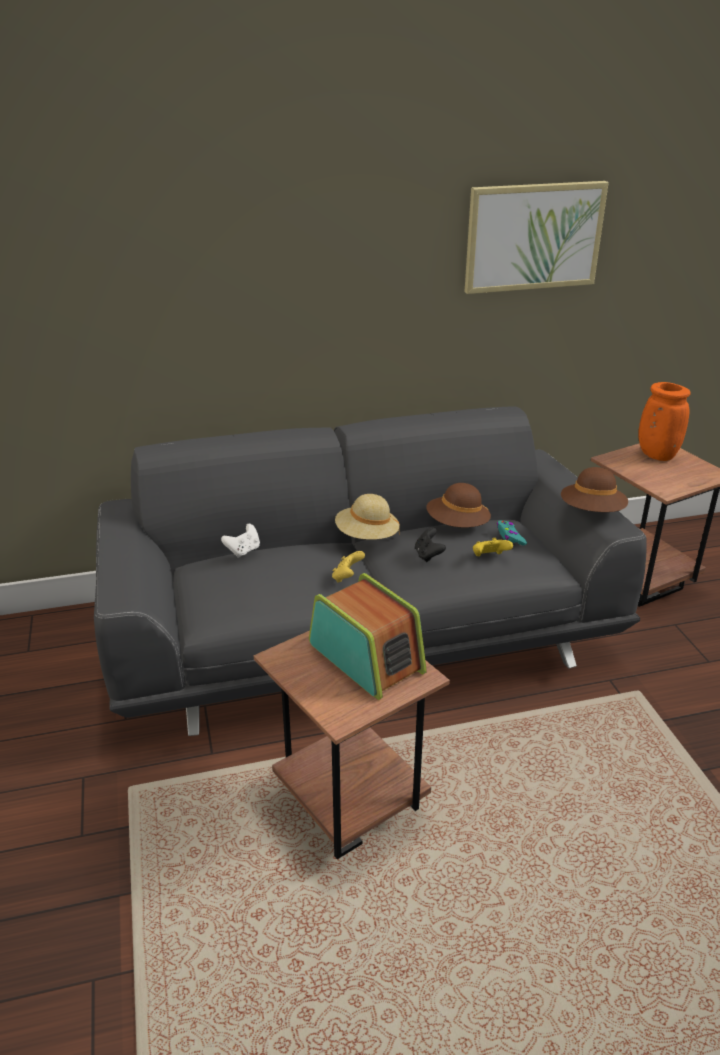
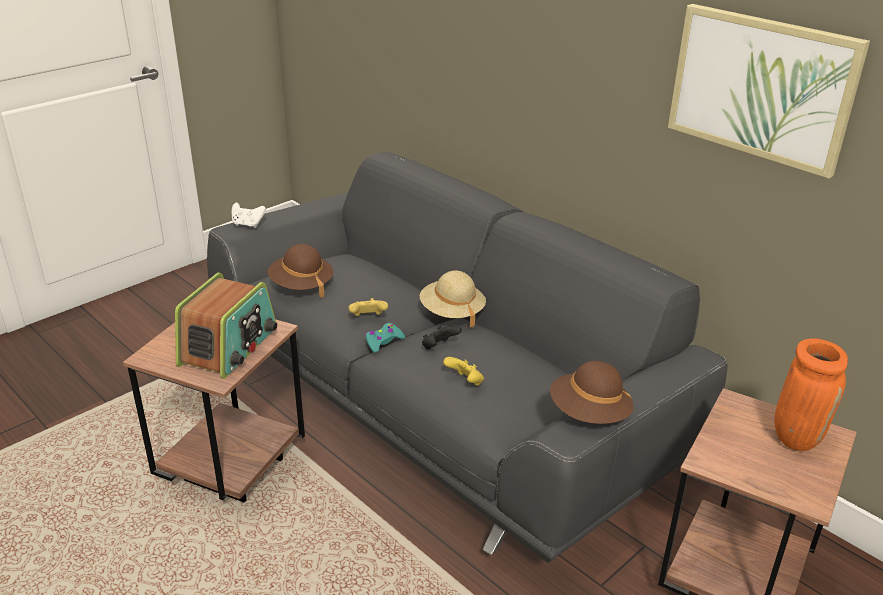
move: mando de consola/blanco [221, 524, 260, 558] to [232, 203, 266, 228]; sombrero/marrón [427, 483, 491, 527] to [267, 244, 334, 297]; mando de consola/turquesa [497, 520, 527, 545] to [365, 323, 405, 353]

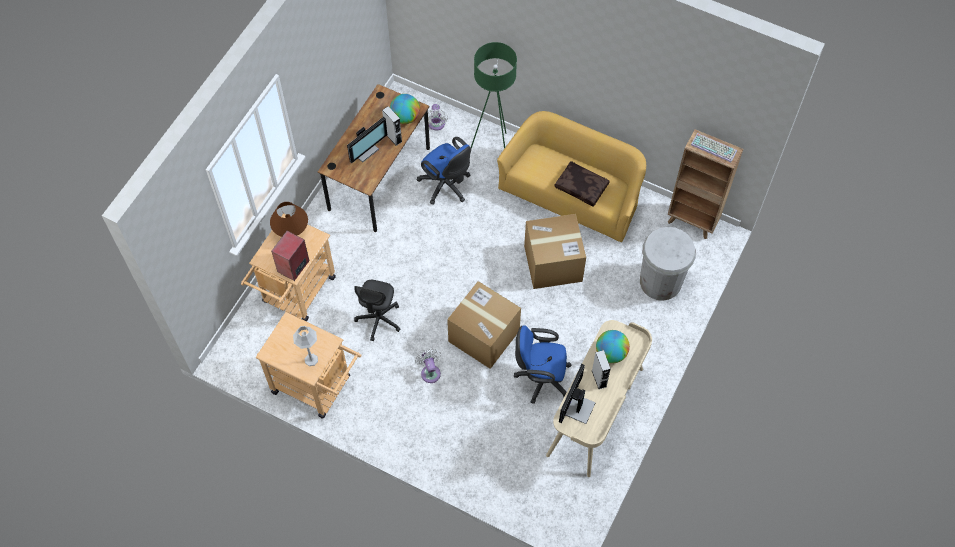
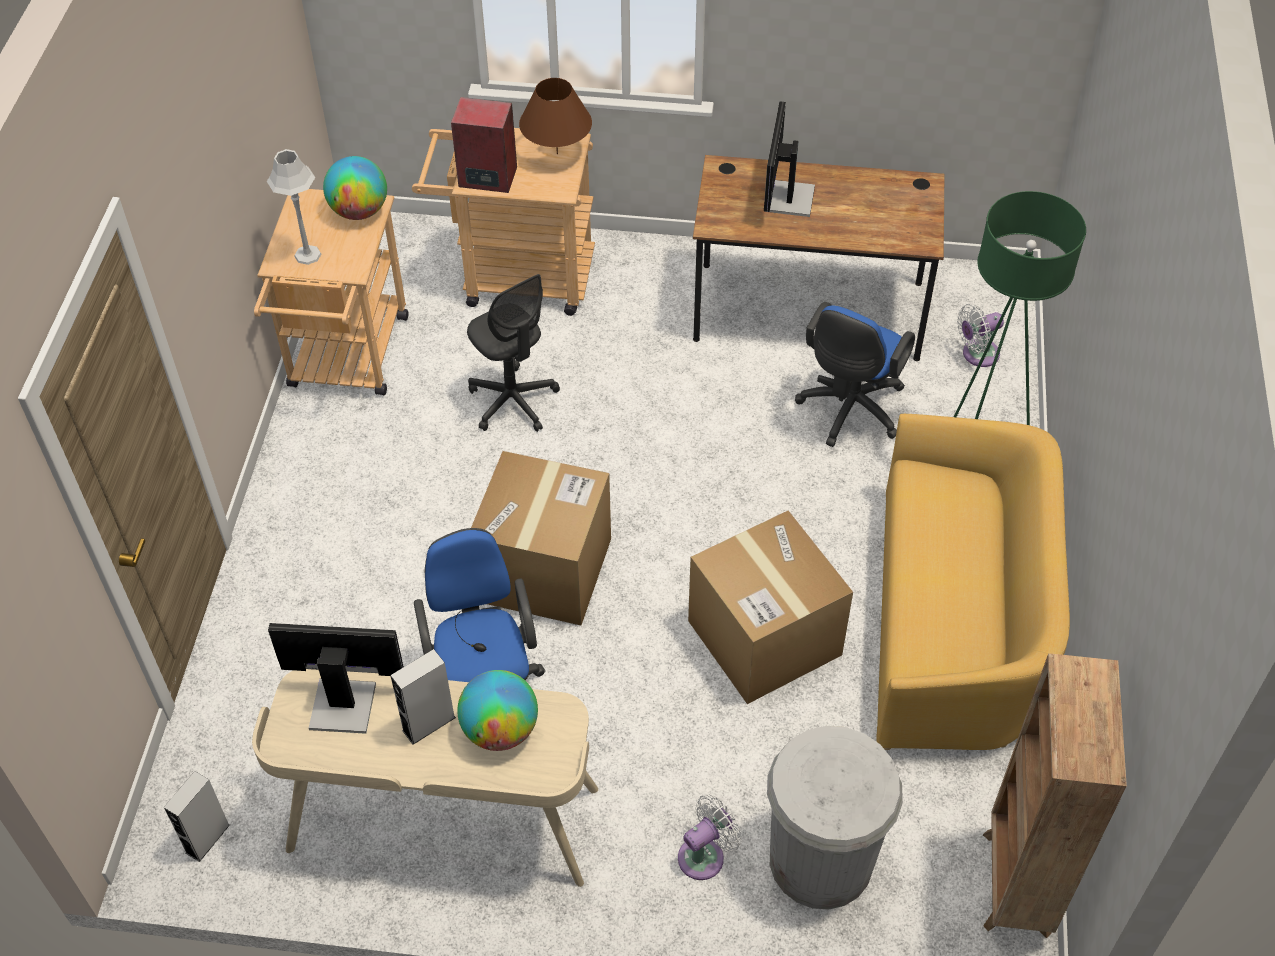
delete: cojín/marrón [555, 161, 610, 207]; teclado [691, 133, 737, 162]
move: altavoz/gris [382, 106, 402, 146] to [164, 771, 230, 862]; globo terráqueo [390, 94, 420, 124] to [323, 156, 387, 220]; ventilador/blanco [415, 349, 441, 383] to [678, 794, 742, 880]
rotate: silla de oficina/gris [354, 280, 400, 341] = [467, 274, 560, 432] 120 degrees counterclockwise; monitor [347, 117, 387, 163] = [764, 101, 815, 217] 75 degrees clockwise

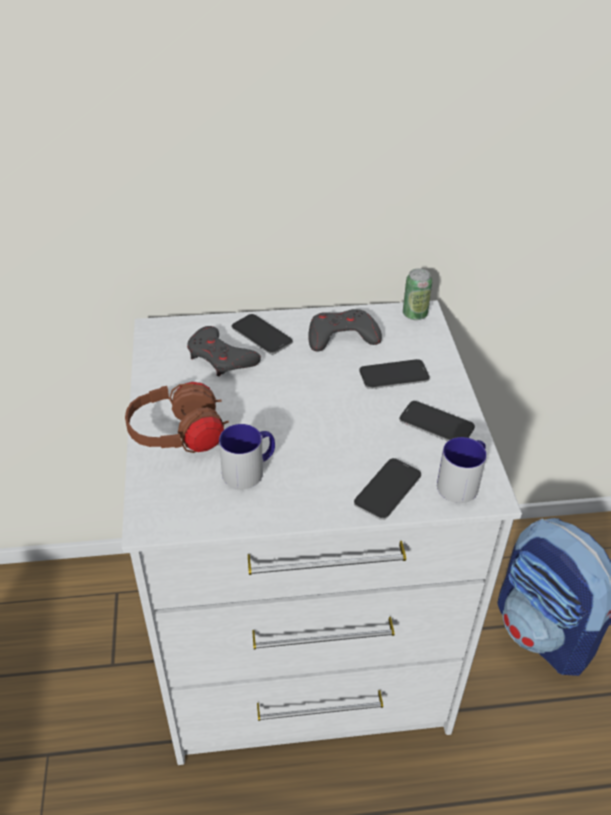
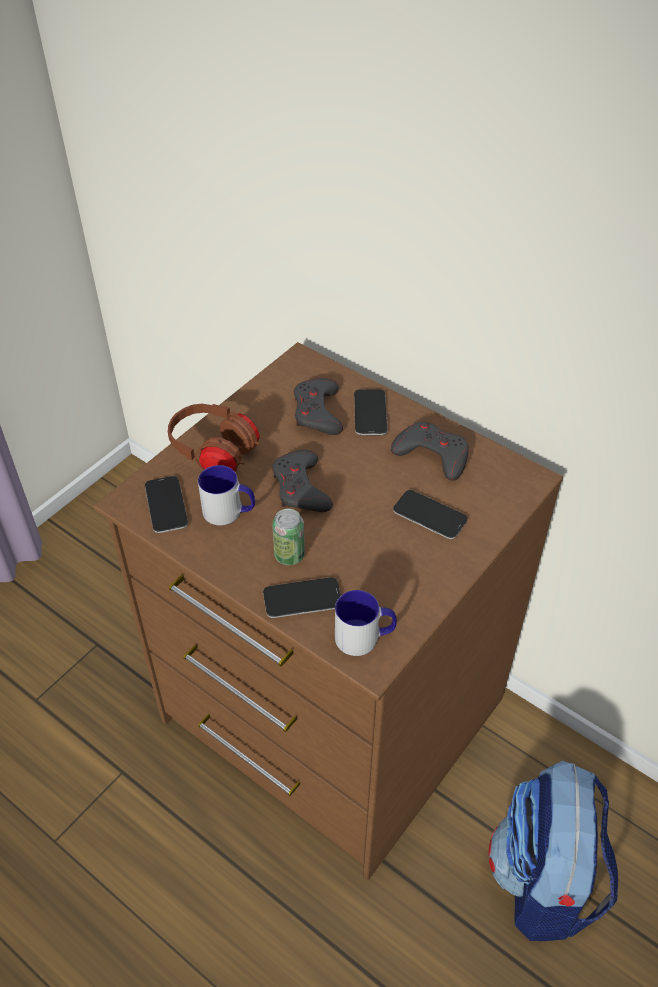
insert: mando de consola/gris [272, 450, 333, 512]
move: móvil [399, 401, 475, 441] to [145, 476, 188, 533]; lata [403, 268, 432, 320] to [272, 509, 305, 565]
recolor: cómoda/blanco [121, 300, 522, 765] to cómoda/marrón [94, 342, 563, 880]

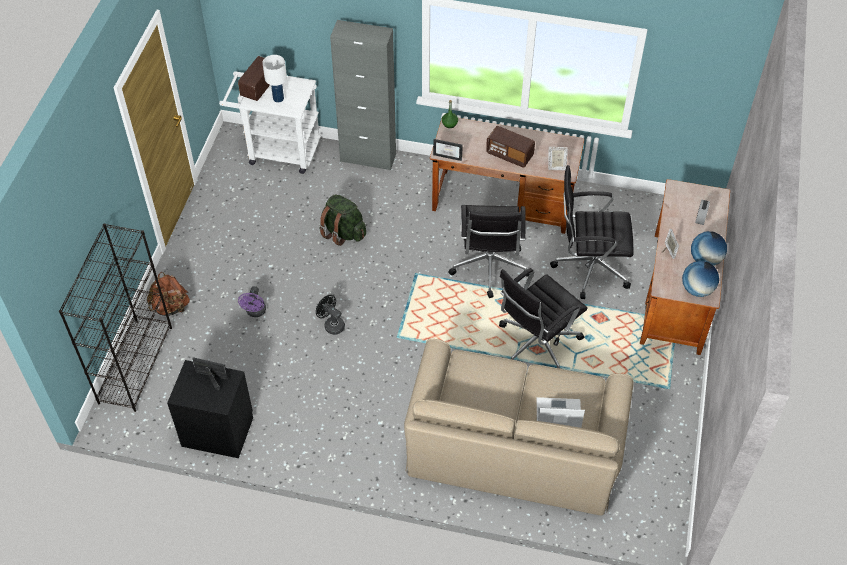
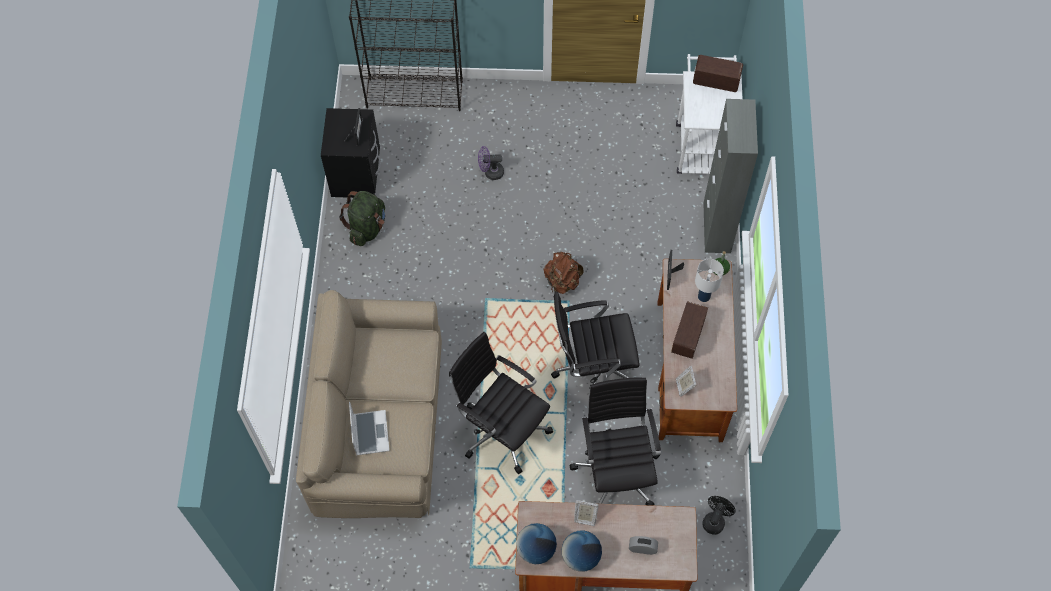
move: mochila/verde [319, 194, 366, 246] to [339, 191, 385, 246]; mochila/marrón [147, 272, 190, 316] to [543, 252, 583, 294]; lámpara de mesa/blanco [262, 55, 287, 103] to [695, 259, 724, 302]; ventilador/negro [316, 295, 345, 335] to [702, 496, 736, 535]

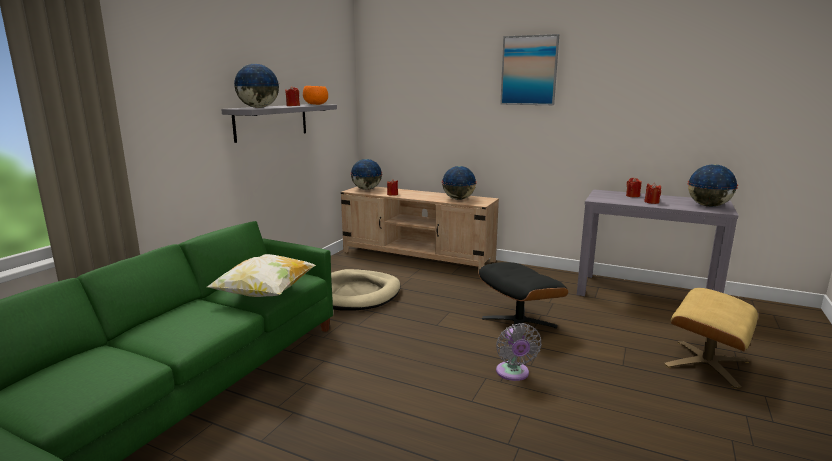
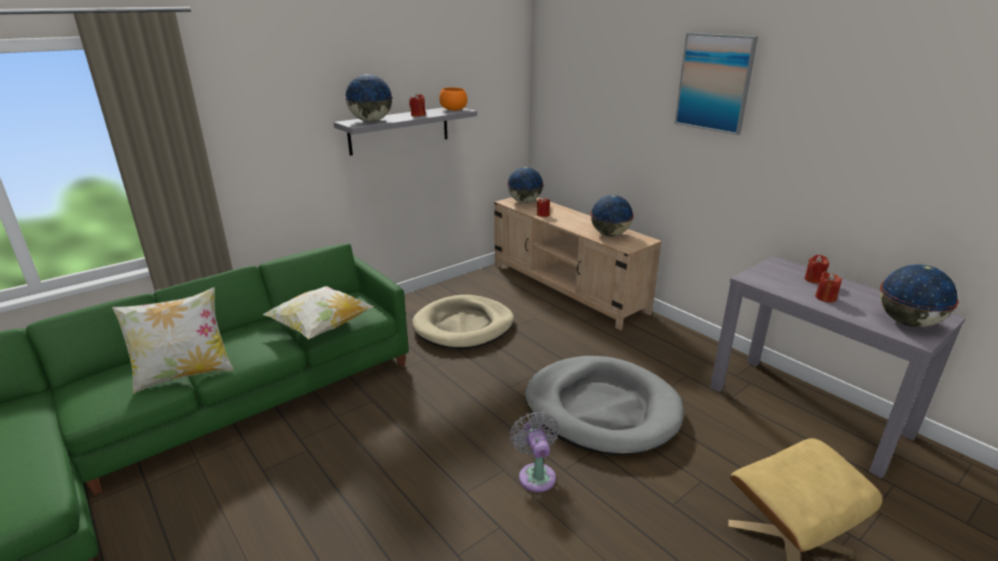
insert: cojín [112, 287, 233, 393]
replace: puf/negro [479, 262, 568, 329] to cama para perro/gris [525, 356, 684, 455]
rotate: ventilador/gris [496, 323, 542, 381] = [510, 411, 559, 492] 150 degrees clockwise

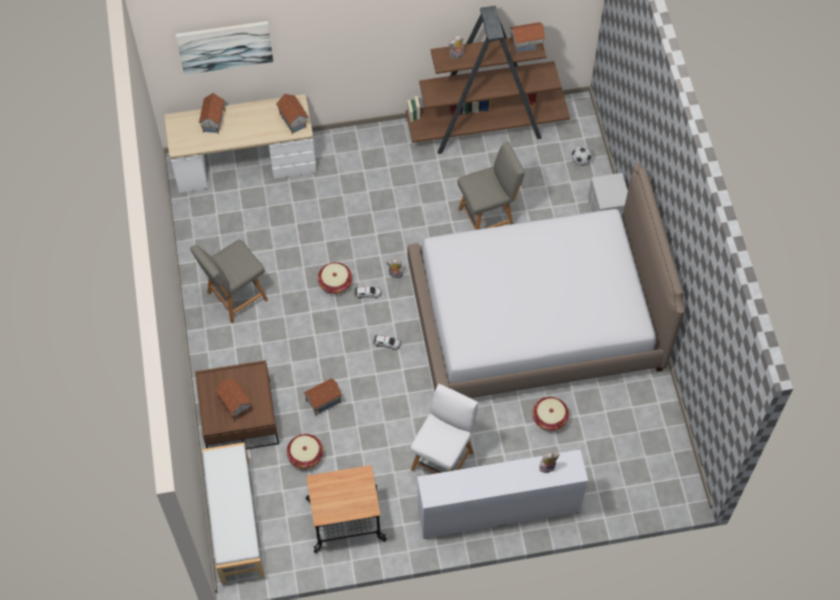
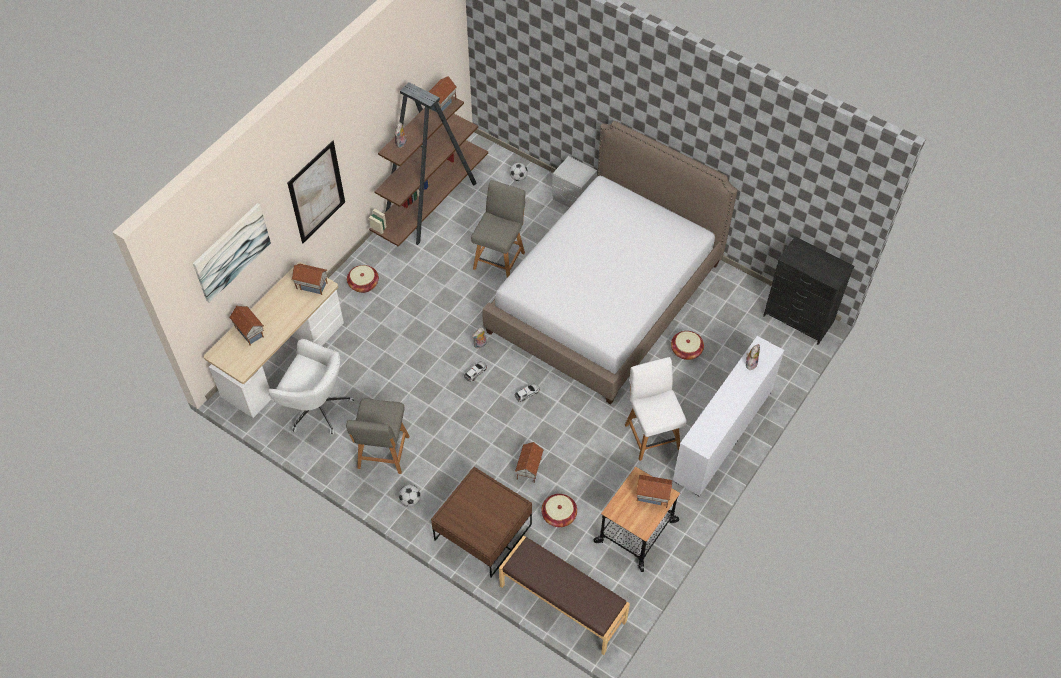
insert: silla de oficina/blanco [268, 339, 354, 435]; cuadro [287, 141, 345, 243]; balón de fútbol [399, 485, 421, 507]; cómoda/negro [763, 236, 855, 345]
move: cesta [318, 262, 352, 294] to [347, 265, 379, 293]; casita [215, 379, 252, 422] to [636, 475, 673, 508]
recolor: banco/blanco [202, 442, 265, 584] to banco/marrón [499, 536, 630, 655]

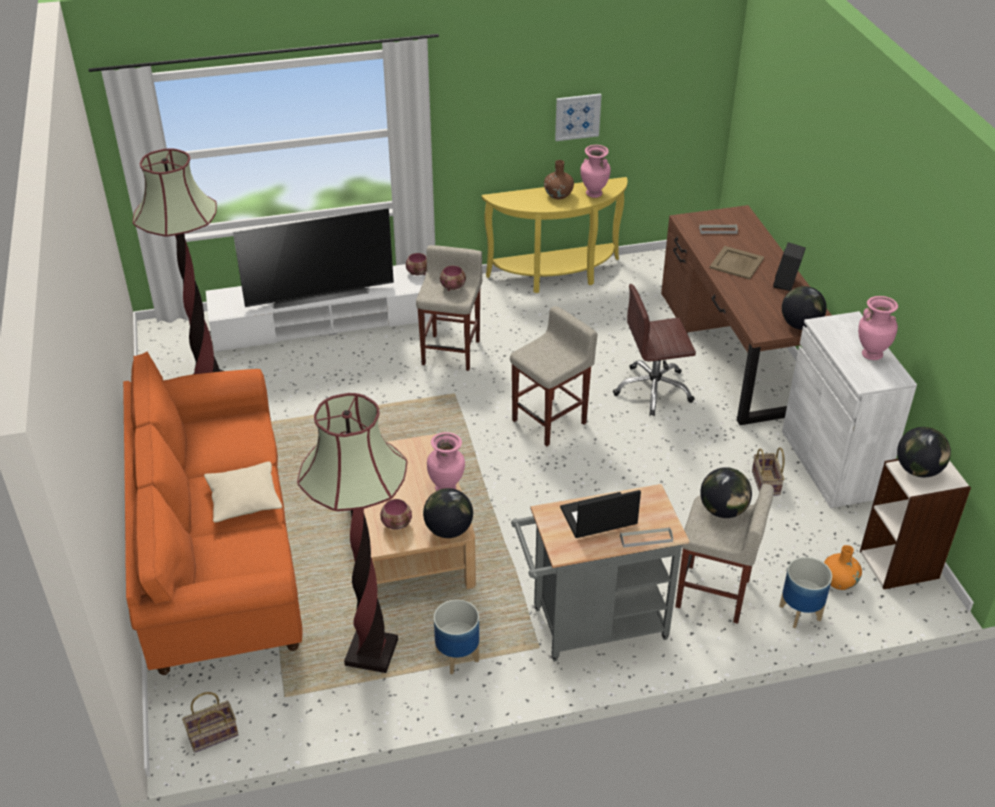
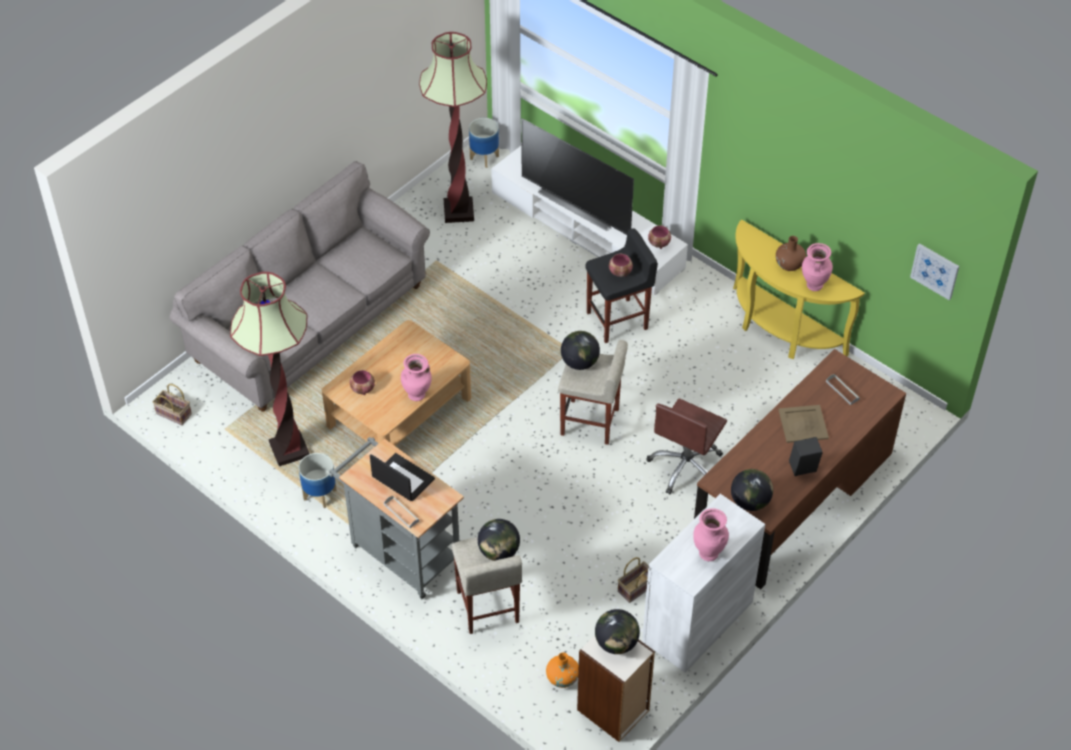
delete: cojín/beis [204, 461, 282, 522]
move: maceta [779, 557, 832, 629] to [469, 118, 499, 168]; globo terráqueo [423, 488, 473, 538] to [561, 331, 600, 370]; cuadro [555, 94, 601, 141] to [910, 243, 959, 300]
recolor: sofá/naranja [123, 352, 303, 675] to sofá/gris [169, 161, 430, 412]; taburete/beis [416, 245, 482, 371] to taburete/negro [585, 228, 658, 343]
rotate: silla de oficina/marrón [613, 284, 696, 416] = [646, 398, 727, 494] 105 degrees counterclockwise

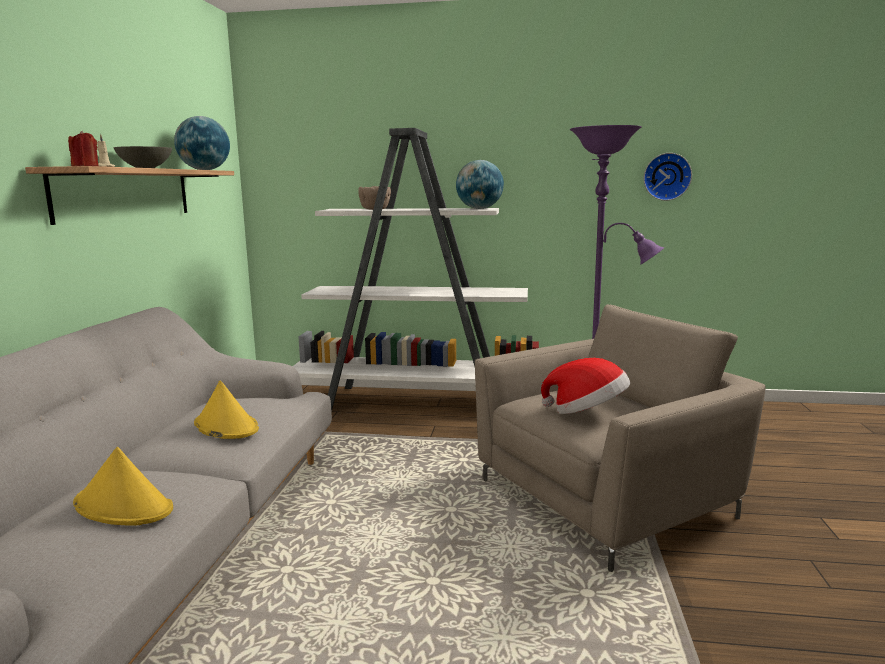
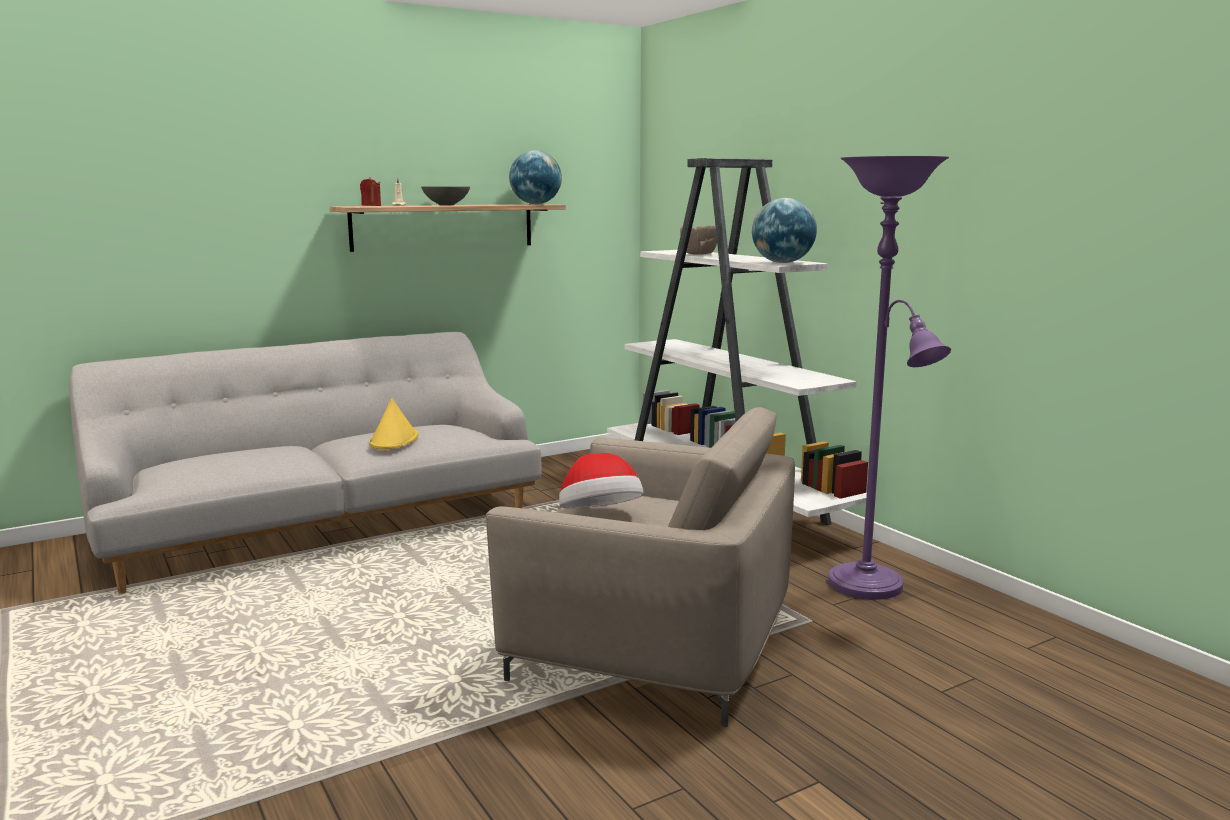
delete: sombrero/amarillo [73, 447, 173, 526]; reloj de pared [644, 153, 692, 201]

